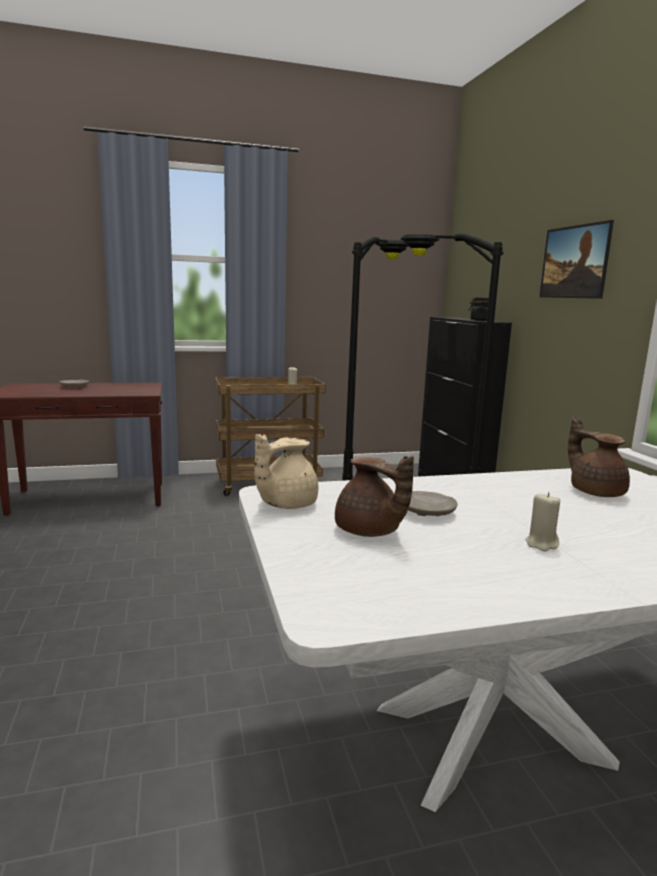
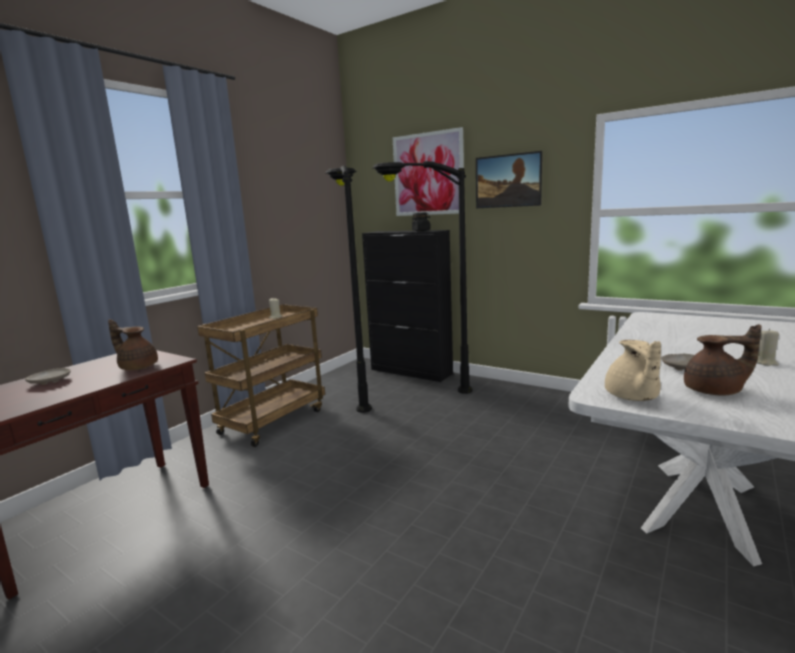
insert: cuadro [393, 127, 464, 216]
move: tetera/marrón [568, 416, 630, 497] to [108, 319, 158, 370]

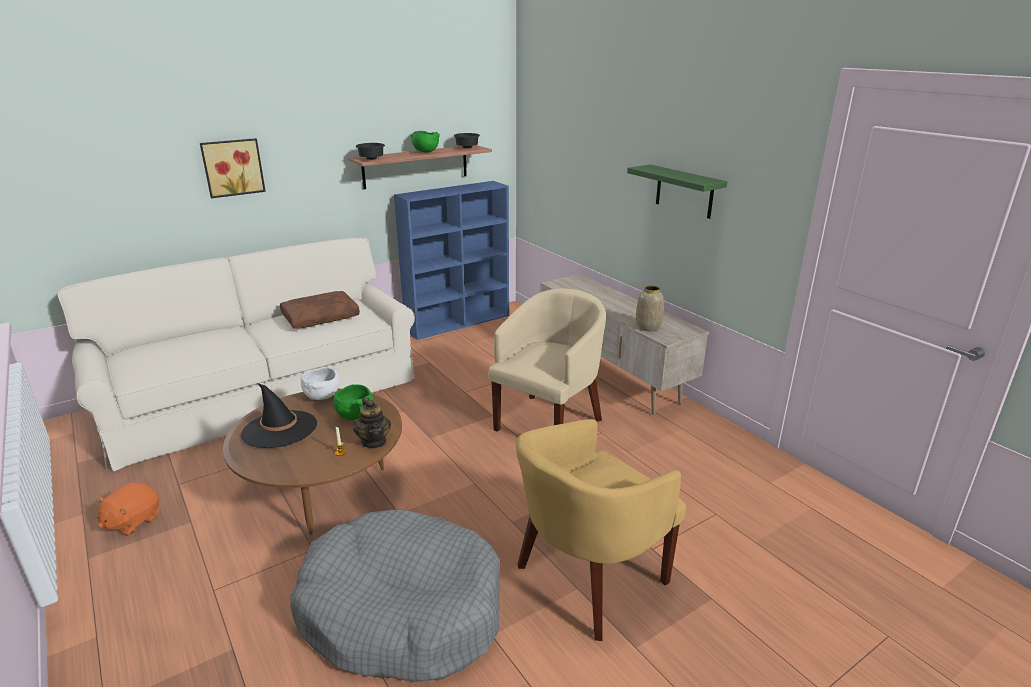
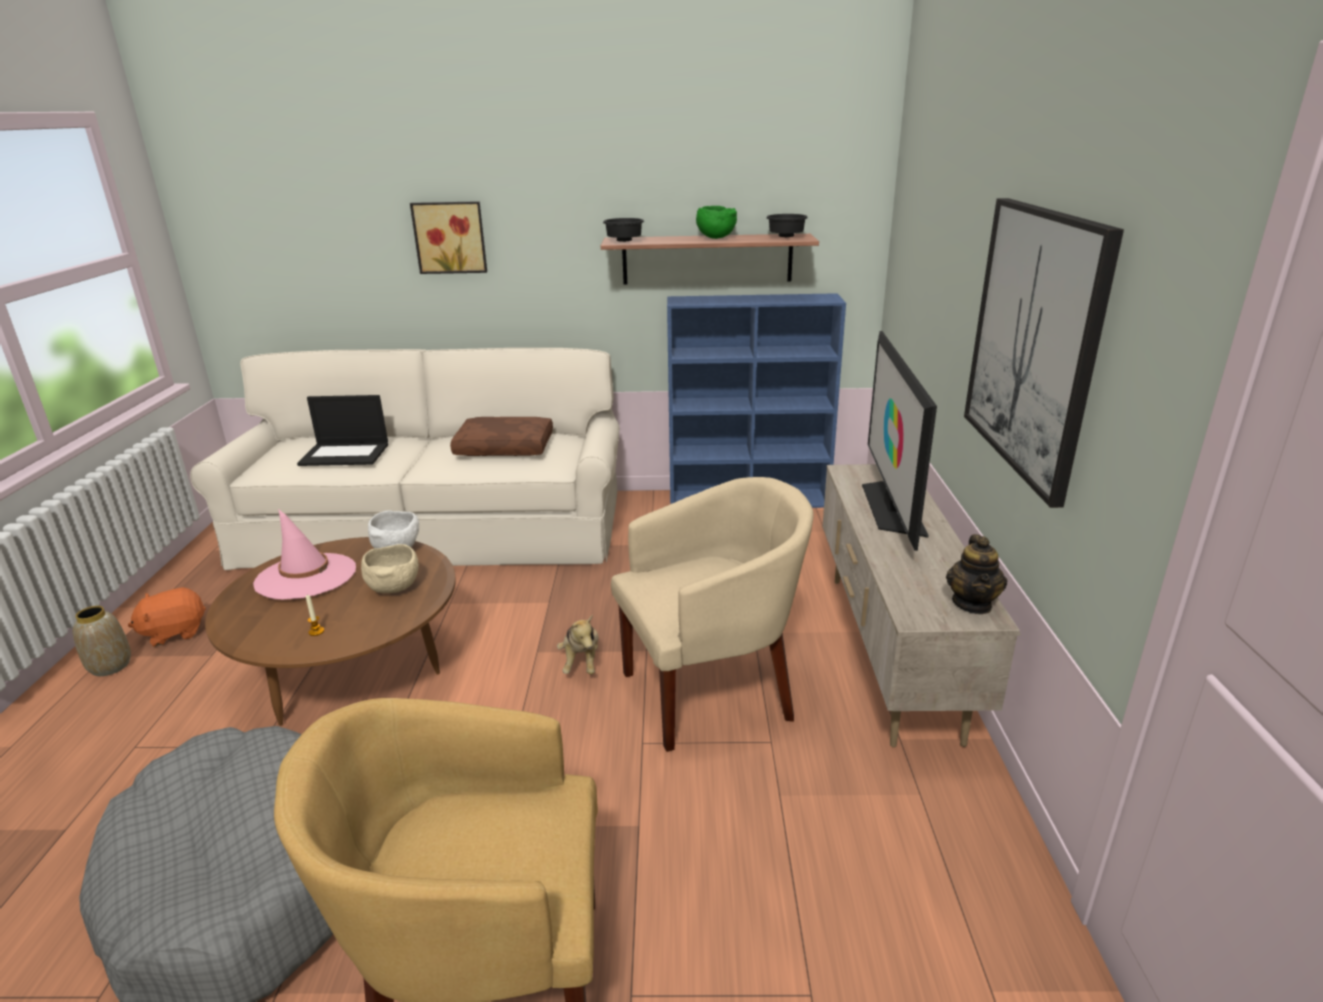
insert: portátil [297, 395, 388, 466]; peluche [557, 614, 598, 674]; televisor [862, 331, 937, 551]
move: florero [636, 285, 664, 331] to [73, 606, 131, 676]; tetera [353, 398, 391, 448] to [946, 534, 1007, 614]
replace: estante/verde [627, 164, 727, 219] to cuadro [964, 198, 1124, 508]
recolor: sombrero/negro [241, 383, 317, 448] to sombrero/rosa [253, 509, 356, 600]; cuenco/verde [333, 384, 373, 420] to cuenco/beis [361, 544, 418, 593]

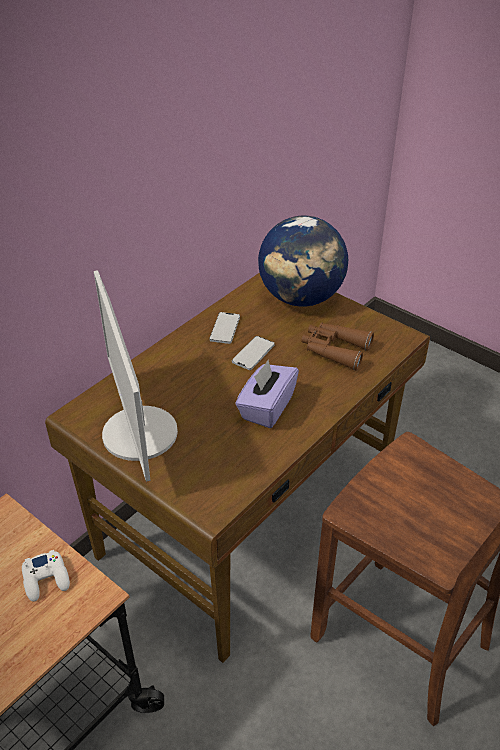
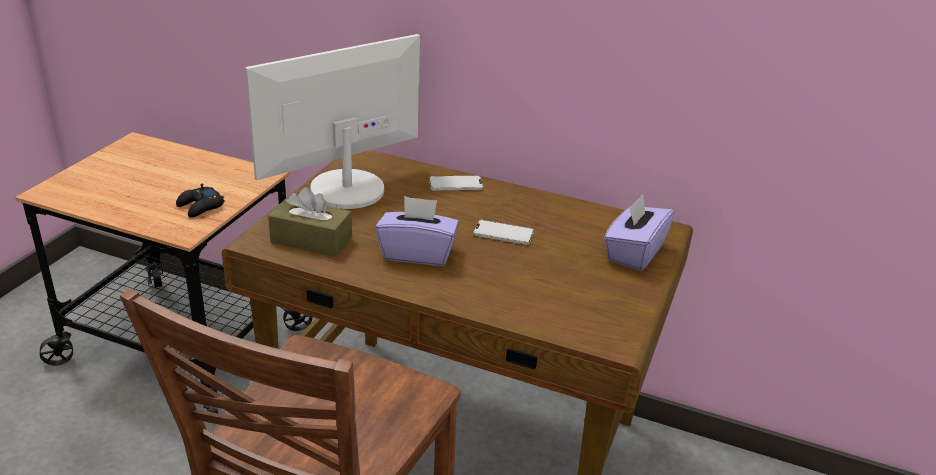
delete: prismáticos/marrón [301, 322, 374, 371]
insert: caja de pañuelos/marrón [268, 187, 352, 257]
move: móvil [209, 312, 240, 344] to [429, 176, 483, 190]
replace: globo terráqueo [258, 216, 348, 307] to caja de pañuelos/morado [604, 195, 674, 271]
recolor: mando de consola/blanco [22, 550, 70, 601] to mando de consola/negro [176, 184, 225, 218]

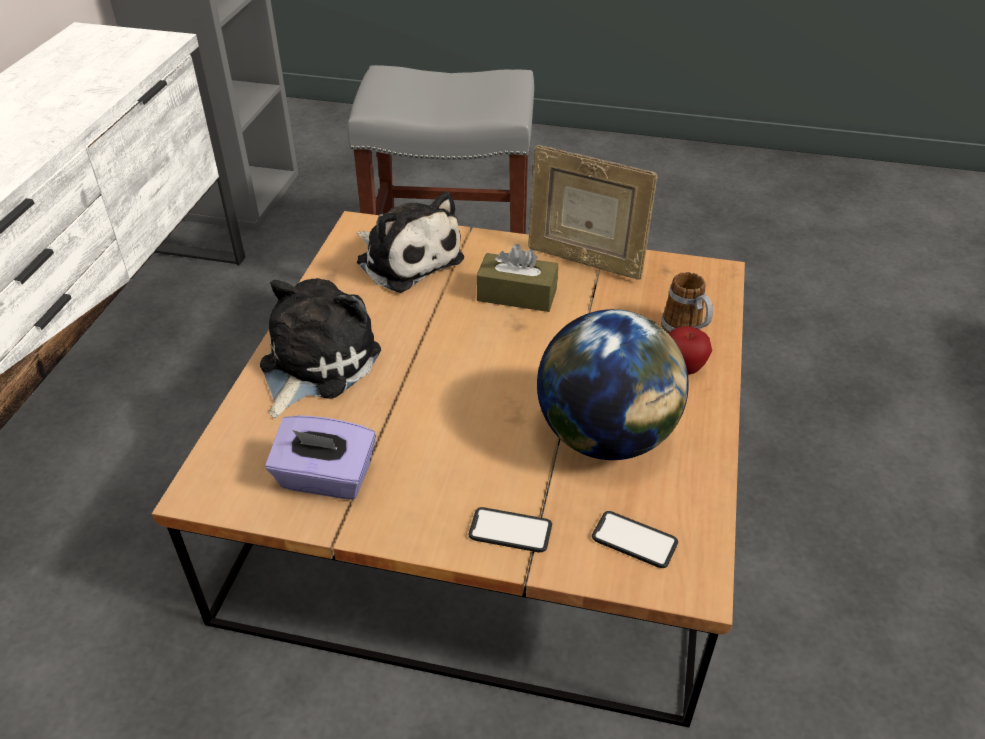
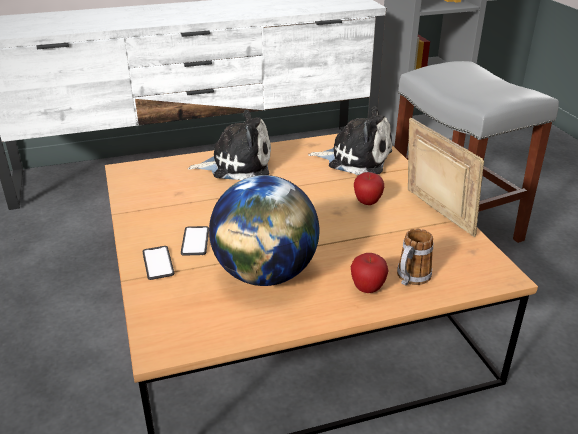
delete: caja de pañuelos/morado [265, 415, 376, 500]
move: móvil [592, 511, 678, 568] to [181, 226, 209, 256]
replace: caja de pañuelos/marrón [476, 244, 558, 312] to manzana [354, 172, 384, 205]
rotate: peluche [357, 191, 464, 293] = [308, 107, 392, 175] 90 degrees counterclockwise; portarretratos [528, 145, 658, 280] = [408, 117, 484, 237] 150 degrees clockwise

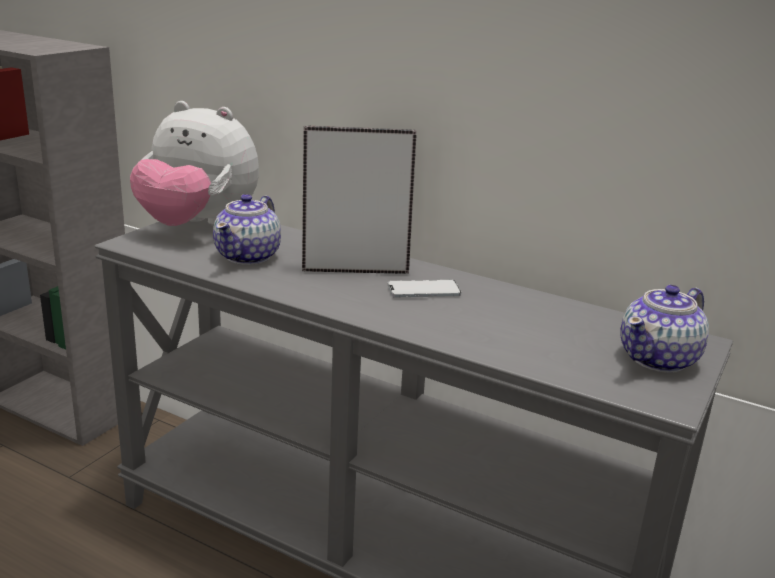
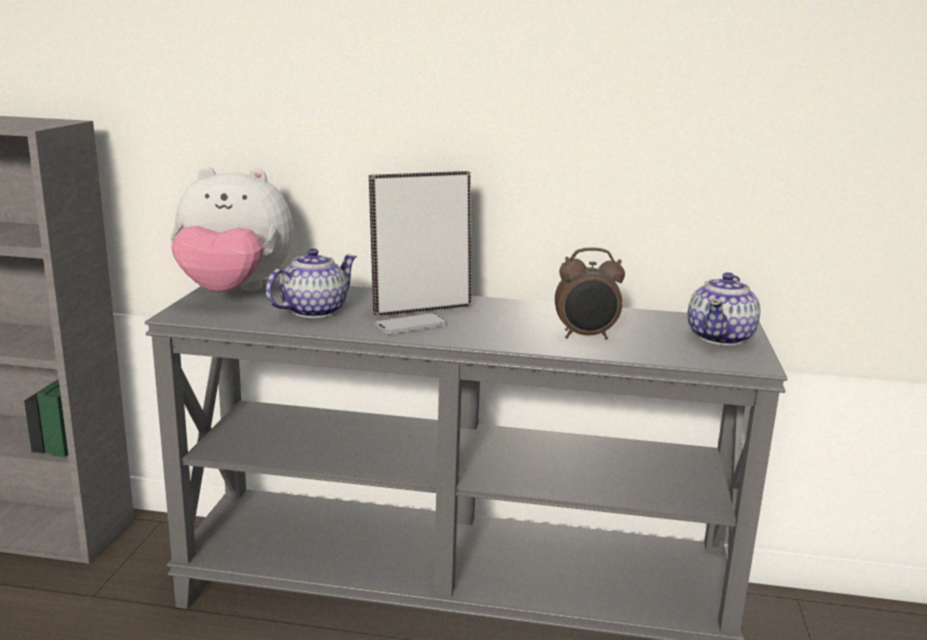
insert: despertador [555, 248, 625, 340]
move: móvil [388, 280, 461, 298] to [375, 313, 447, 334]
rotate: tetera [213, 194, 281, 265] = [266, 248, 357, 318] 135 degrees counterclockwise

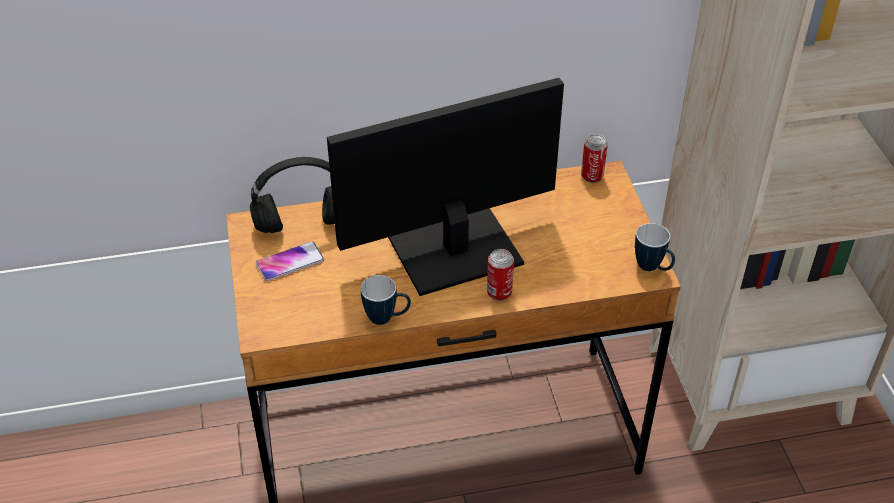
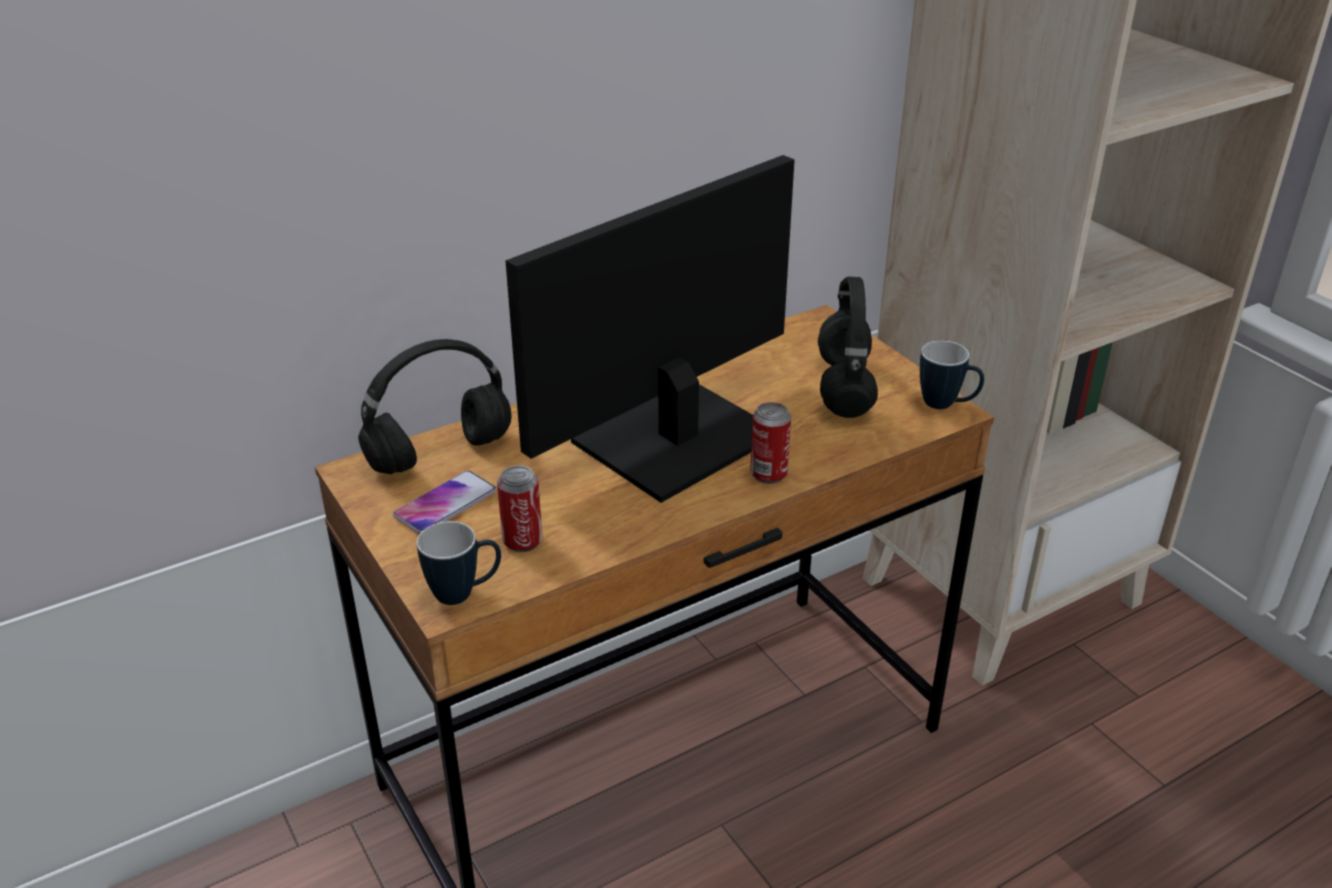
insert: auriculares/negro [818, 277, 878, 418]
move: taza grande [361, 275, 411, 325] to [417, 521, 501, 605]; lata [581, 134, 608, 183] to [497, 466, 542, 552]

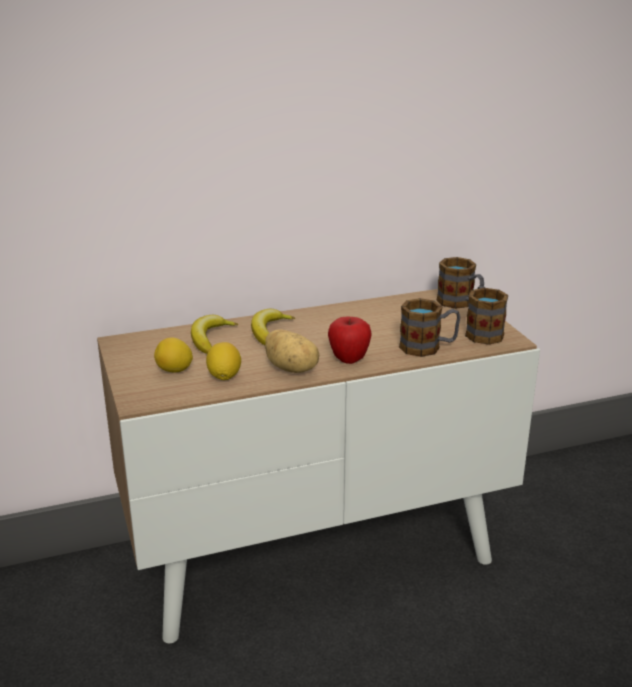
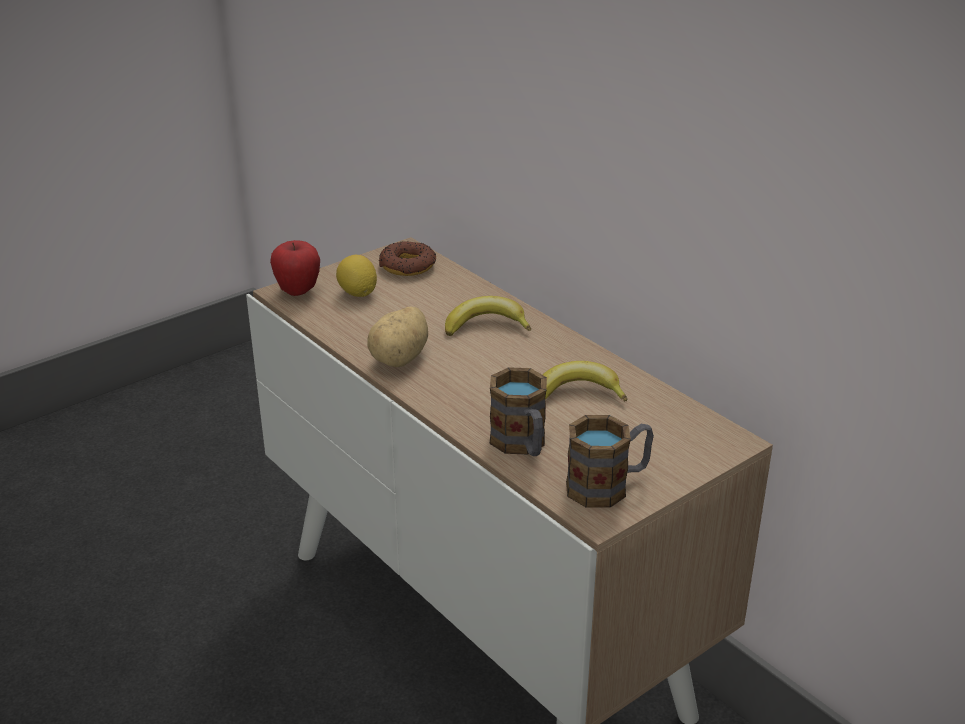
delete: limón [206, 342, 241, 380]; taza grande [437, 257, 484, 309]
insert: rosquilla [379, 241, 436, 276]
move: manzana [328, 316, 371, 364] to [270, 240, 320, 296]; plátano [191, 315, 238, 354] to [542, 361, 627, 401]

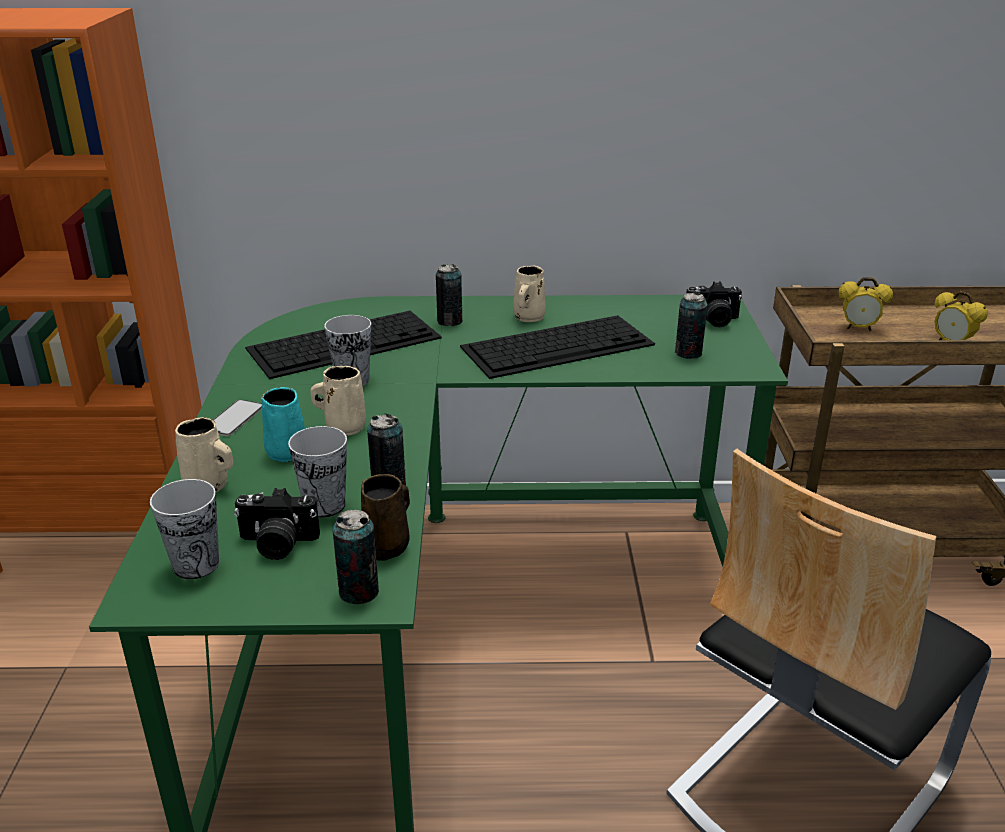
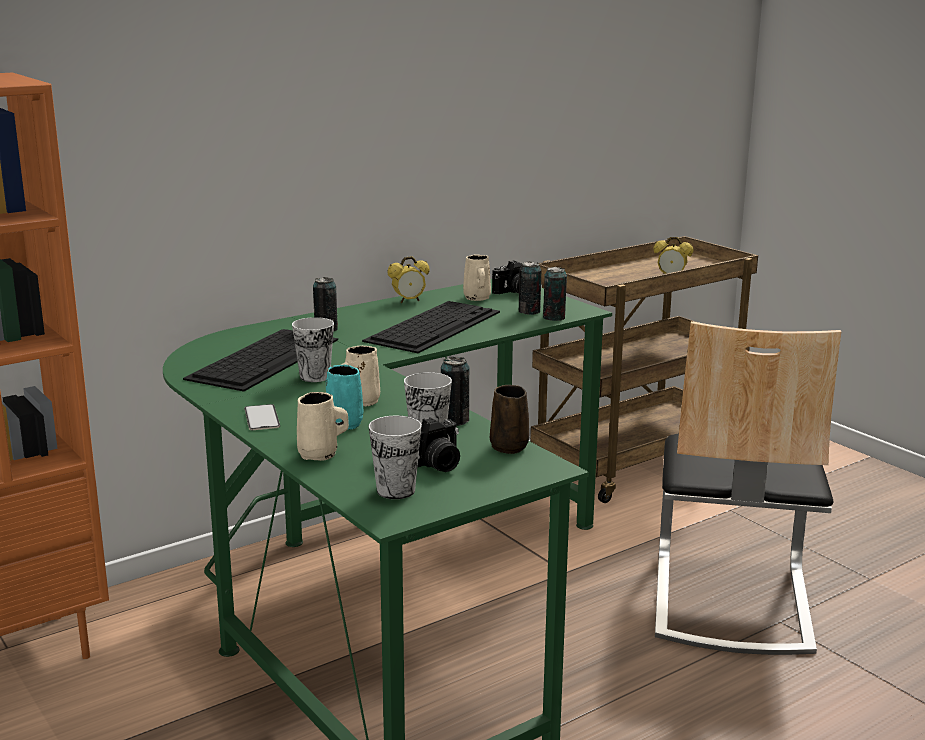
move: despertador [839, 277, 893, 331] to [387, 256, 430, 303]; taza grande/beis [513, 266, 546, 322] to [463, 255, 491, 301]; lata [333, 510, 379, 604] to [543, 267, 567, 321]

